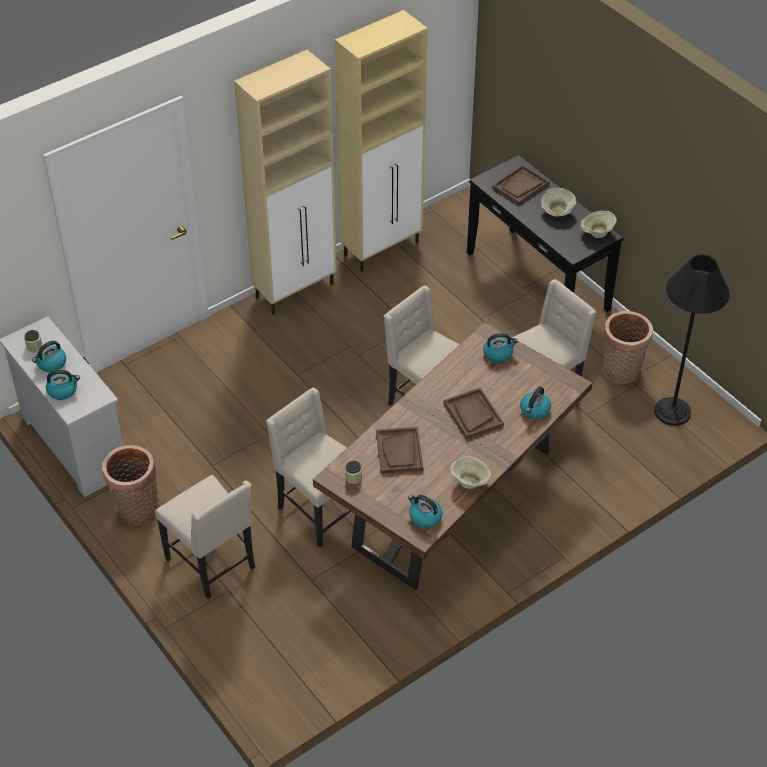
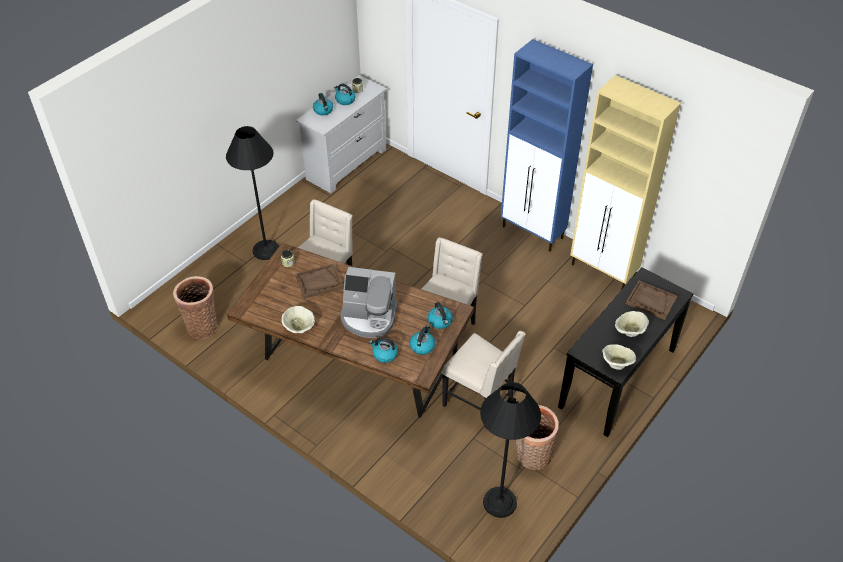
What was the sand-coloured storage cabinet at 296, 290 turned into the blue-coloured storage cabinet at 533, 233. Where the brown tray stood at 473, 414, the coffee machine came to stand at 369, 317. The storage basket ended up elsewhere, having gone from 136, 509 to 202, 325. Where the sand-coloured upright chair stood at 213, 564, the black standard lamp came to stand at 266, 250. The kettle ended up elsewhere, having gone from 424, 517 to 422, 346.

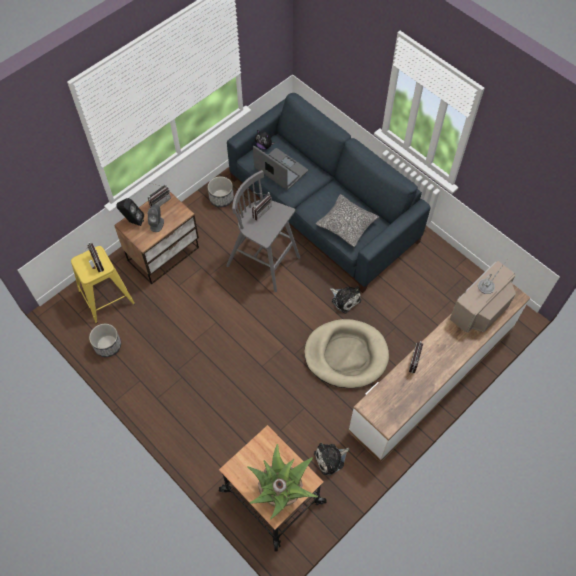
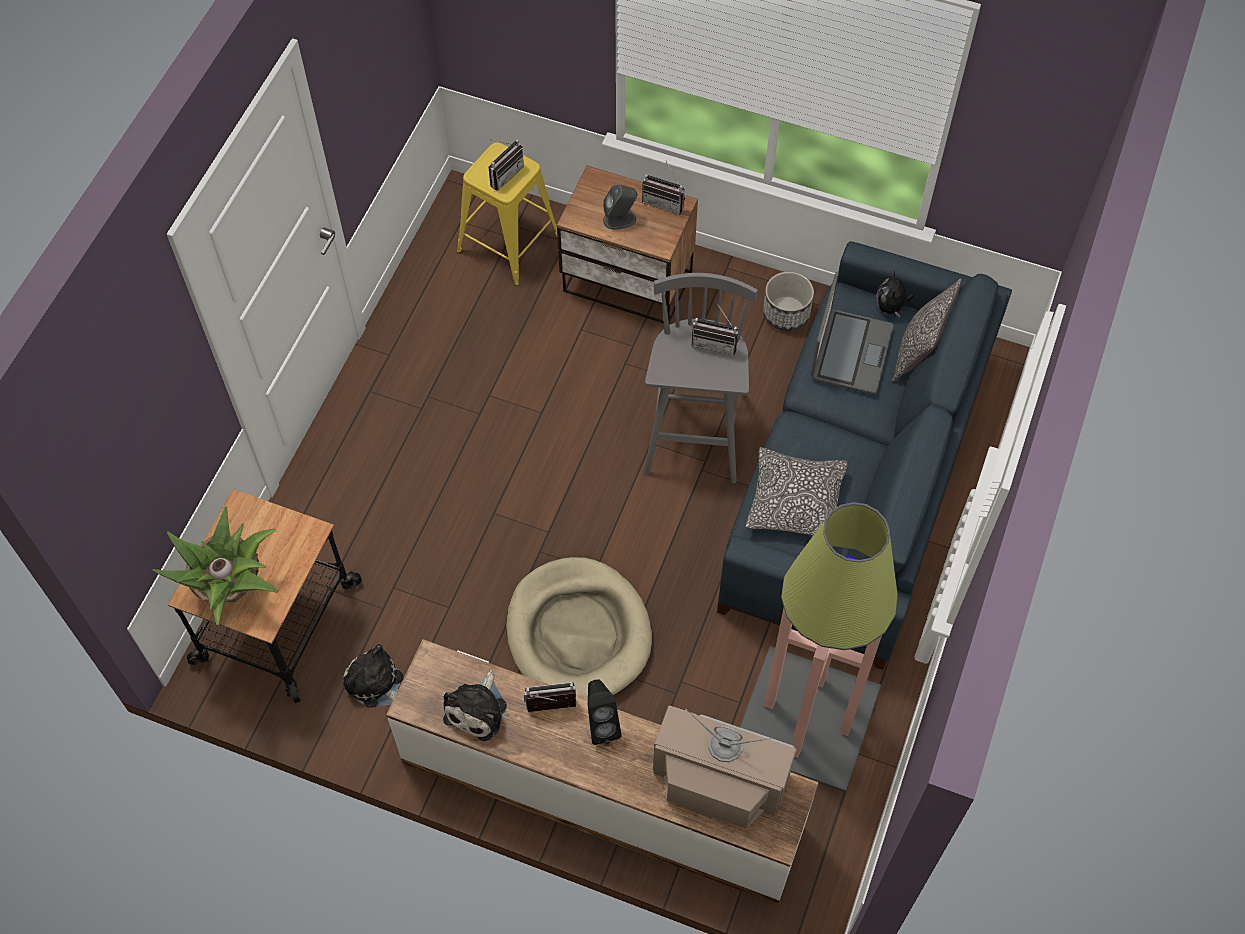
The black audio speaker ended up elsewhere, having gone from 133, 221 to 601, 723. The plush toy ended up elsewhere, having gone from 345, 299 to 478, 709. The second view lost the flower pot at 107, 345. The second view gained the cushion at 919, 353. The second view gained the standard lamp at 807, 721.

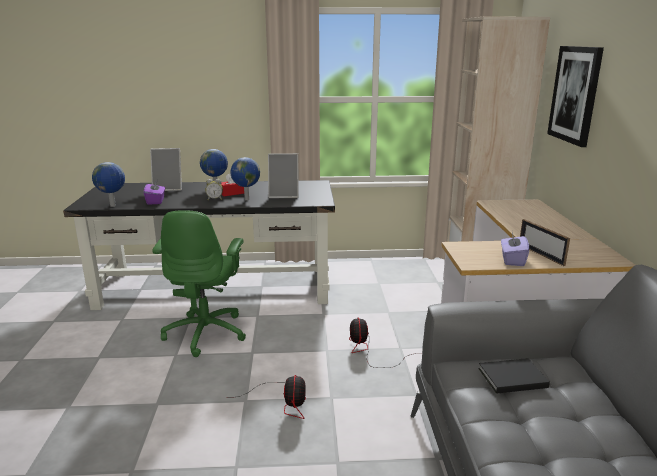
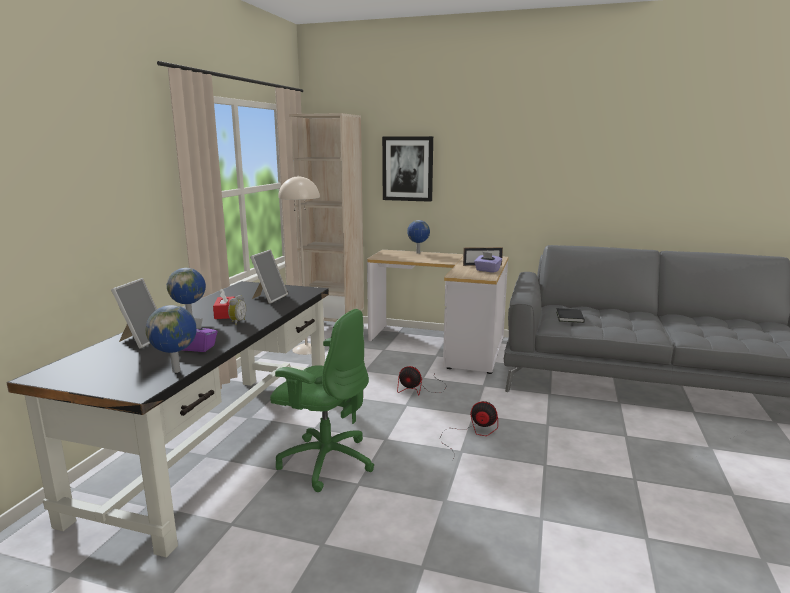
The globe ended up elsewhere, having gone from 246, 199 to 418, 253. The second view gained the sand-coloured standard lamp at 306, 349.

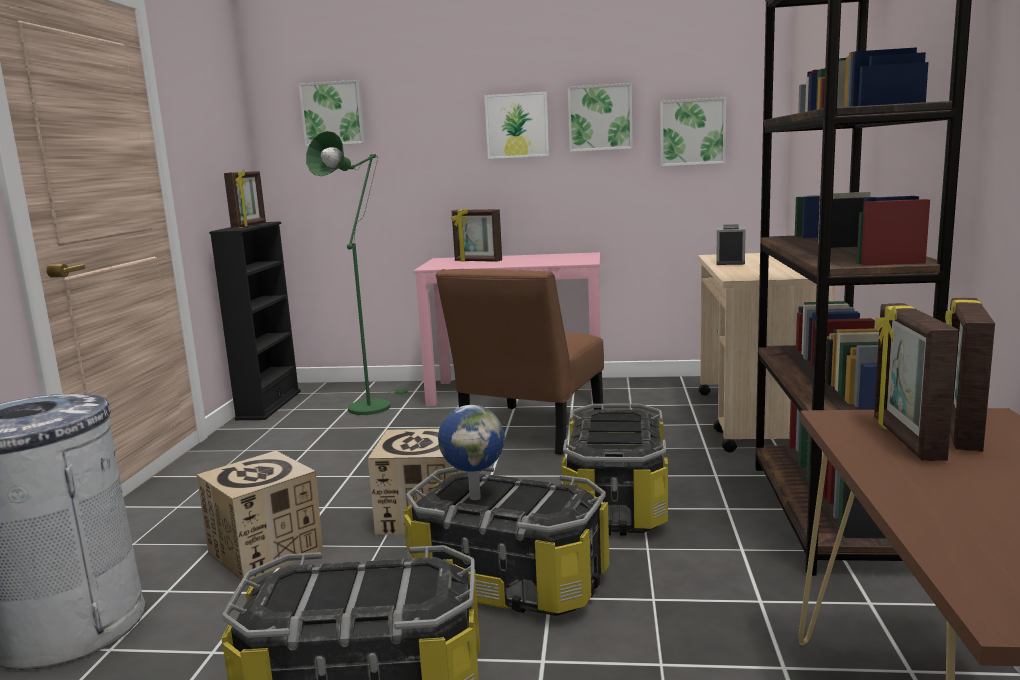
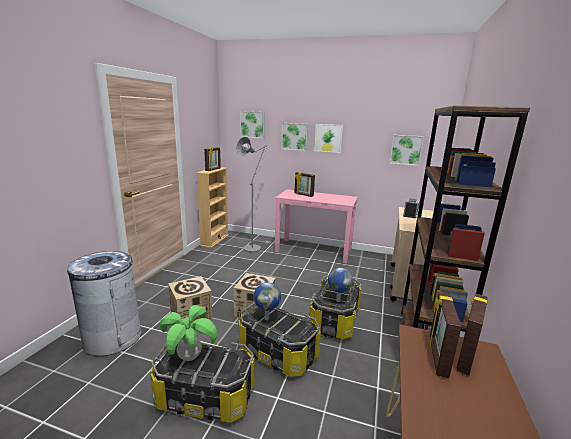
The picture ended up elsewhere, having gone from 600, 118 to 294, 136. What was the green-coloured standard lamp at 373, 405 turned into the greyish standard lamp at 254, 247. What was the black bookcase at 269, 405 turned into the sand-coloured bookcase at 215, 240. The second view lost the brown upright chair at 528, 432. The second view gained the globe at 337, 300. The second view gained the potted plant at 189, 357.

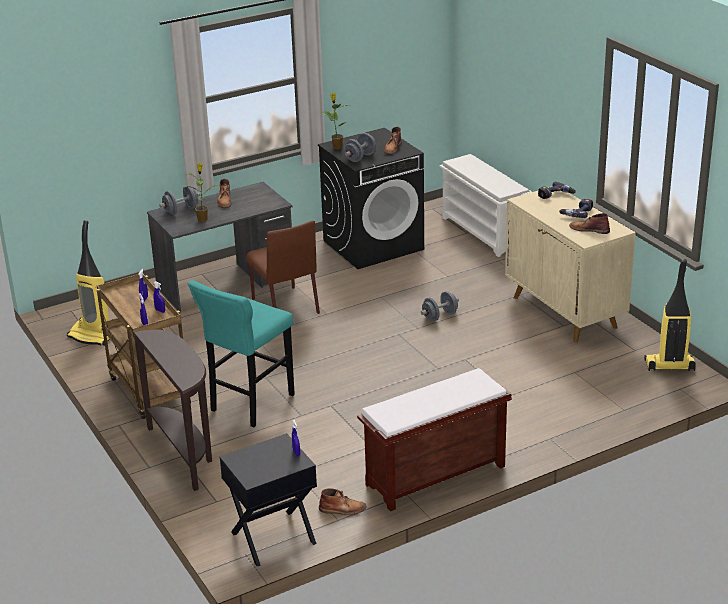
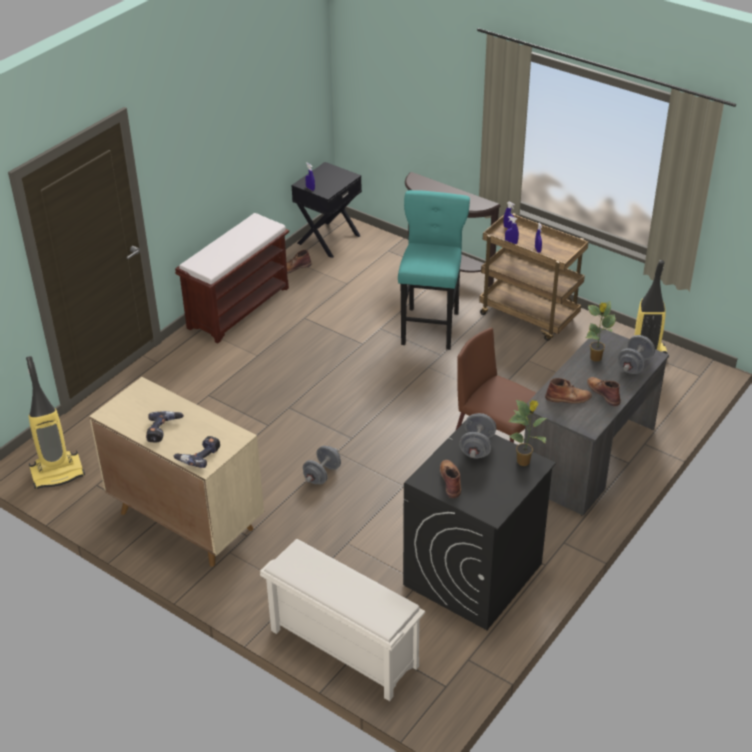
The brown tall boot ended up elsewhere, having gone from 589, 229 to 568, 398.

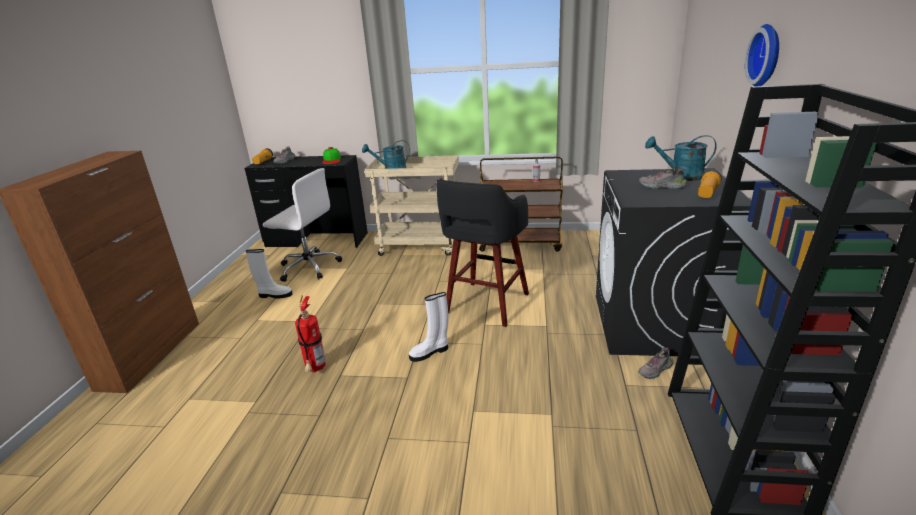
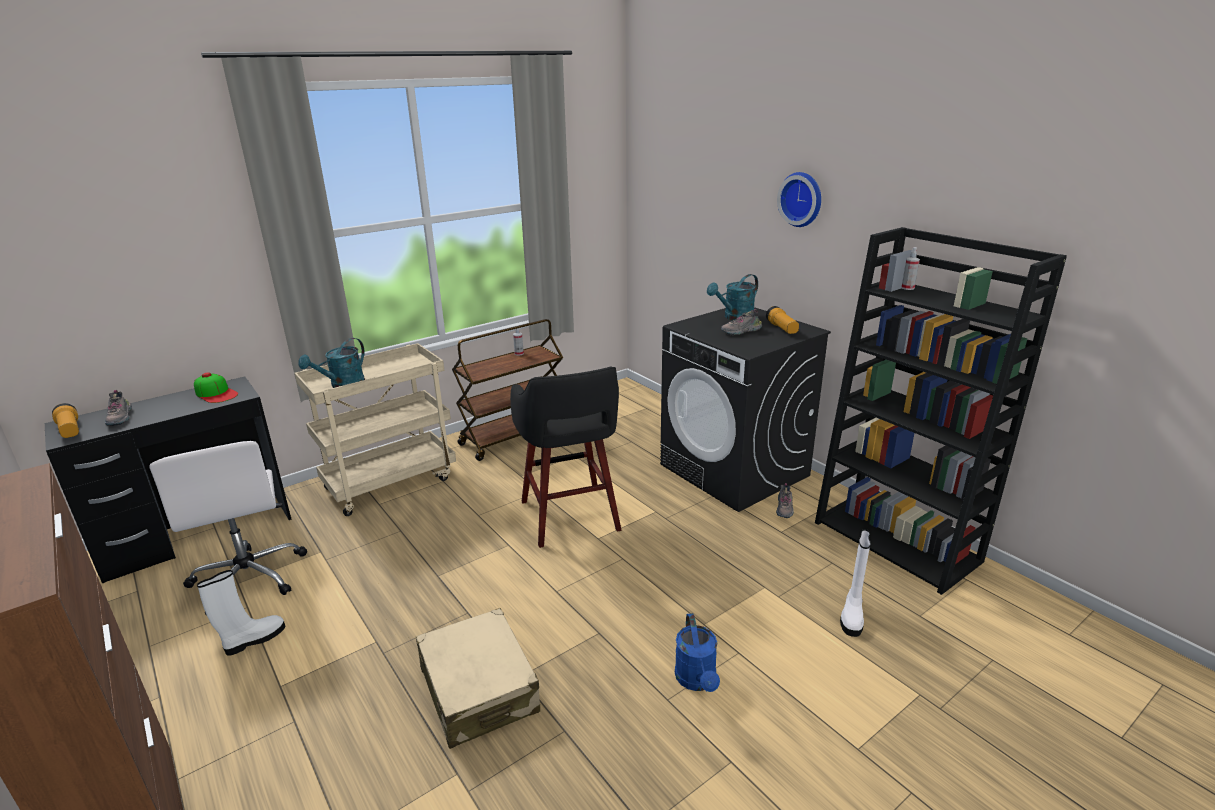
The whitish desk chair at 308, 267 ended up facing another way, 90 degrees clockwise from before. The whitish tall boot ended up elsewhere, having gone from 430, 352 to 852, 615. Where the fire extinguisher stood at 315, 369, the sand-coloured piece of luggage came to stand at 479, 690. The second view gained the spray bottle at 907, 288. The second view gained the blue-coloured watering can at 697, 681.

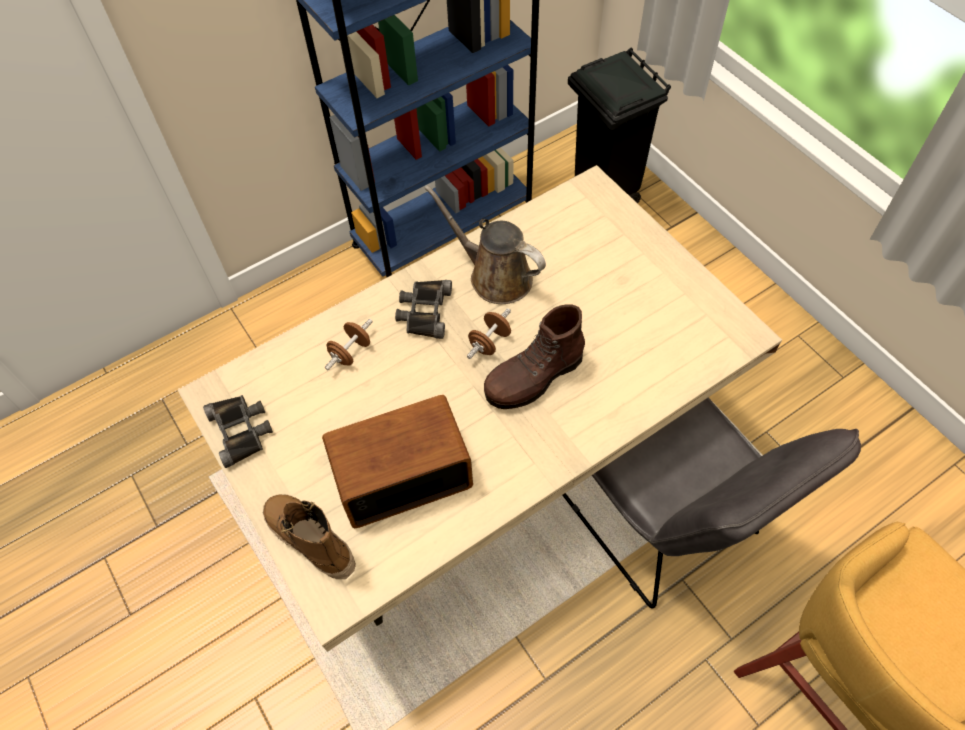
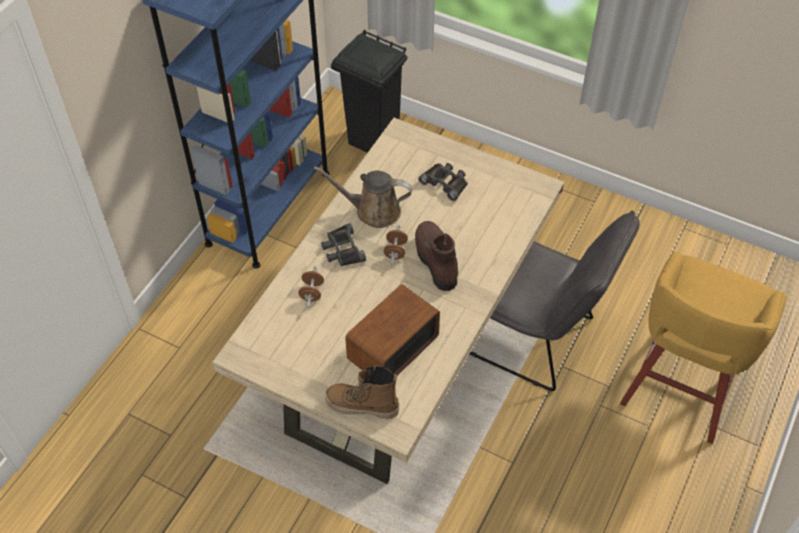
The brown tall boot at 534, 378 ended up facing another way, 135 degrees clockwise from before. The black pair of binoculars ended up elsewhere, having gone from 241, 430 to 445, 183.

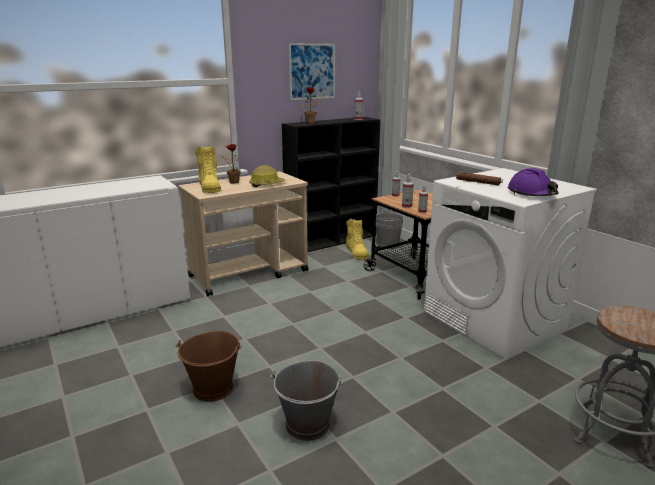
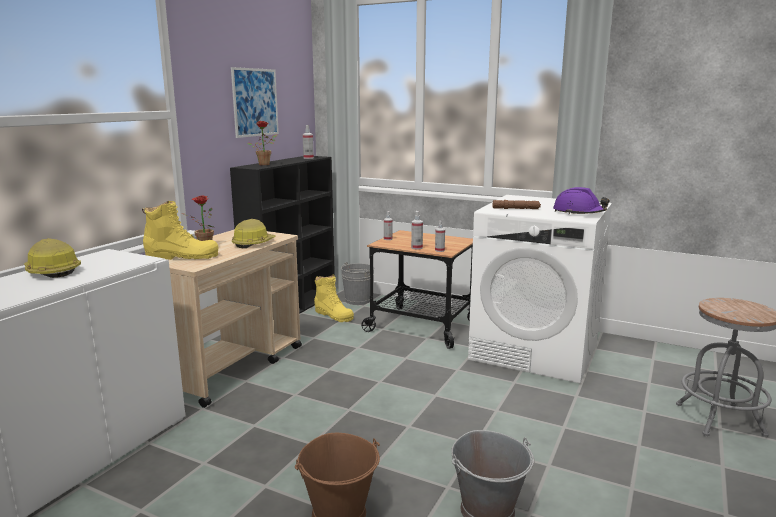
The yellowish tall boot at 209, 187 ended up facing another way, 45 degrees counterclockwise from before. The second view gained the hard hat at 51, 271.

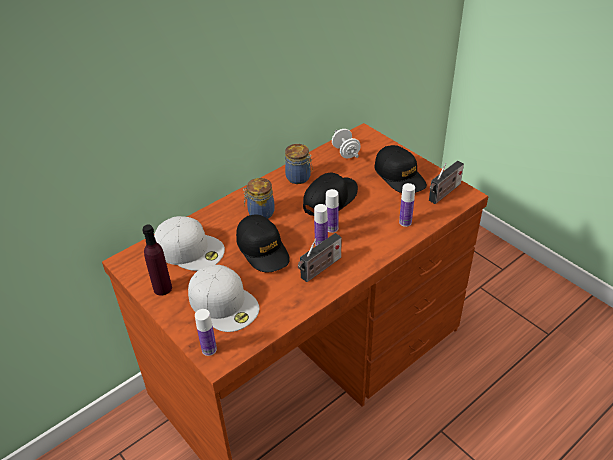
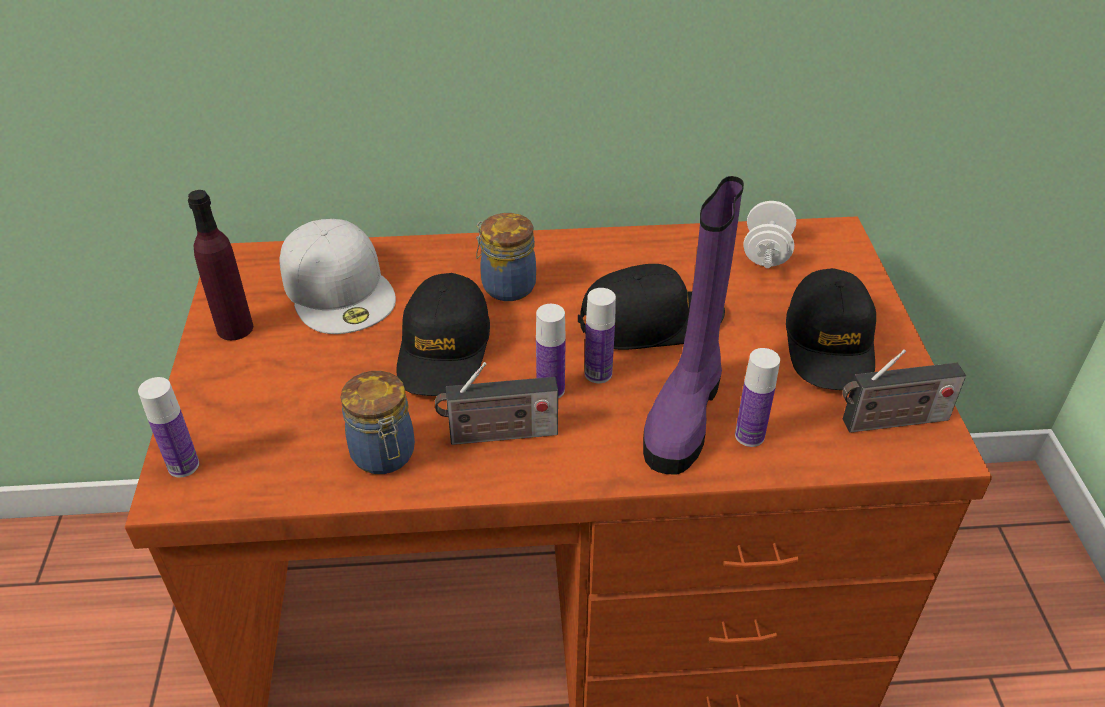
The storage jar ended up elsewhere, having gone from 299, 178 to 384, 456. The second view lost the whitish peaked cap at 224, 303. The second view gained the purple-coloured tall boot at 685, 414.

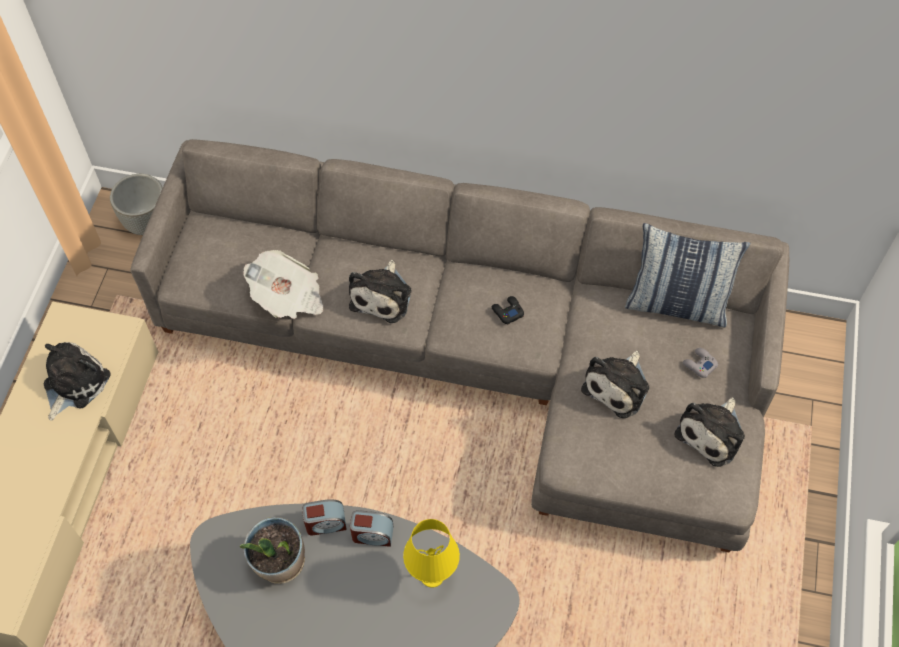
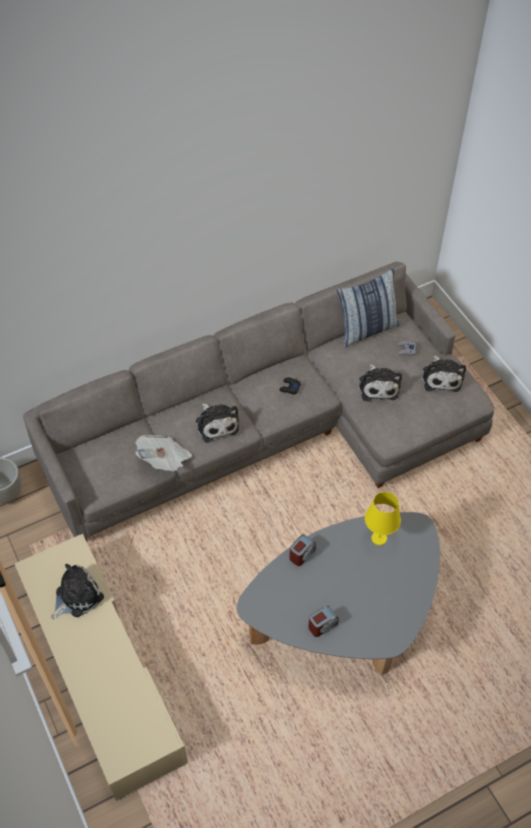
The plush toy at 73, 383 ended up facing another way, 60 degrees clockwise from before. The table clock ended up elsewhere, having gone from 372, 534 to 322, 625. The second view lost the potted plant at 280, 563.

